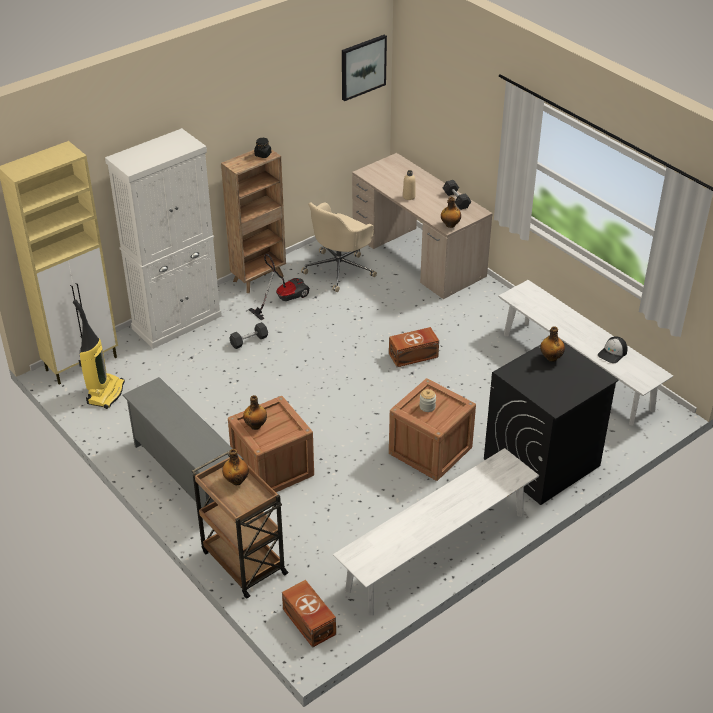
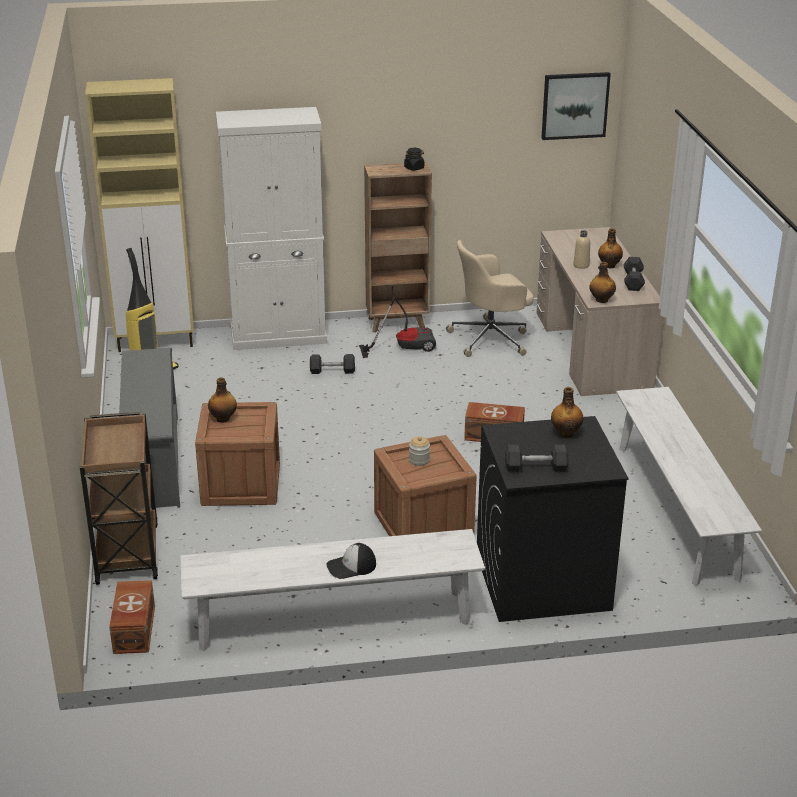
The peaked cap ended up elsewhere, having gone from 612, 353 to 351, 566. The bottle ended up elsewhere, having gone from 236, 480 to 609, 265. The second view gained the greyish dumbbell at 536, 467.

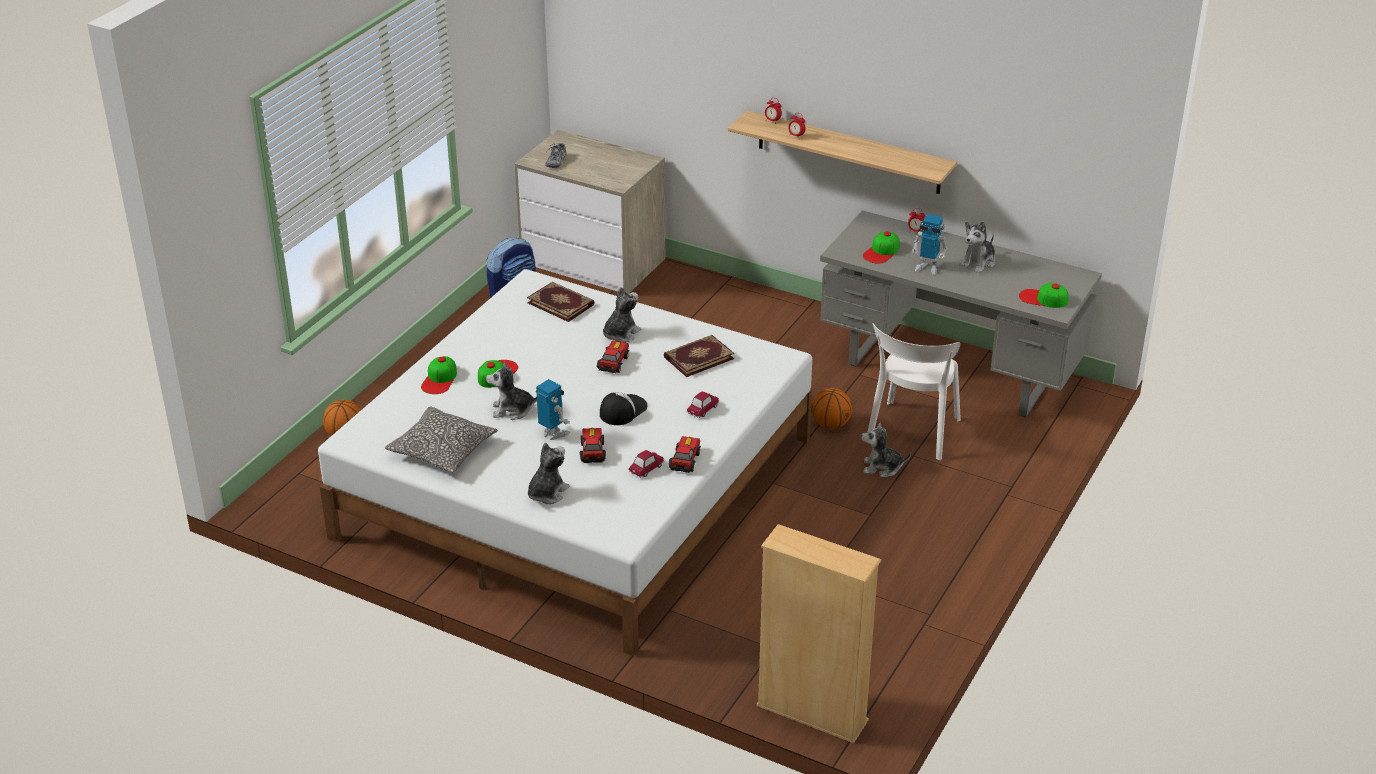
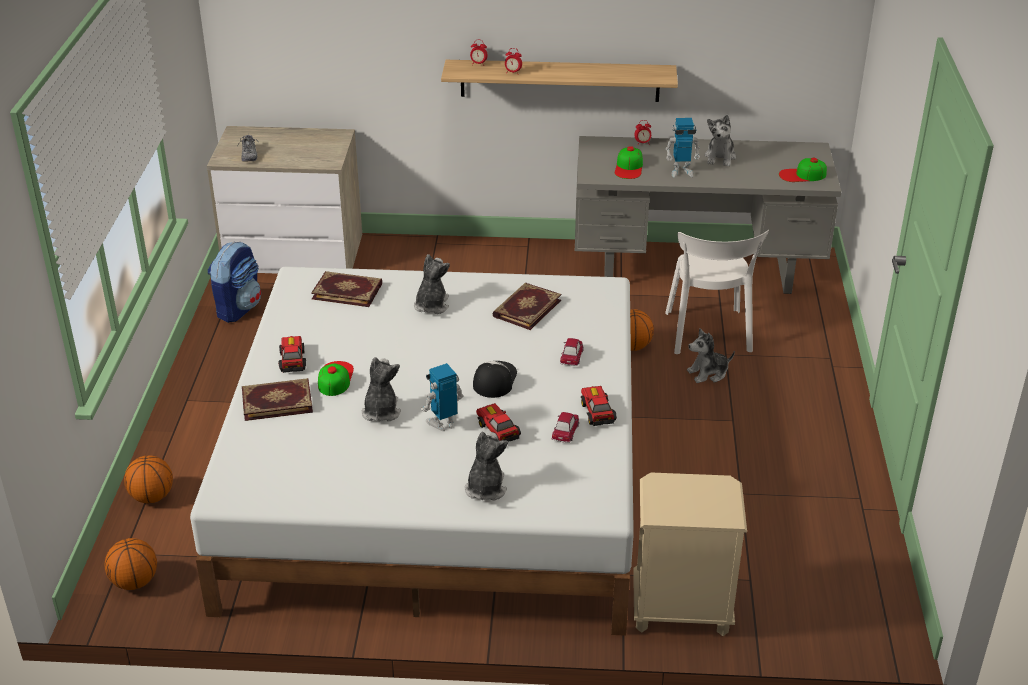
The model car ended up elsewhere, having gone from 614, 362 to 292, 360. Where the peaked cap stood at 439, 379, the volume came to stand at 277, 401. The plush toy at 512, 410 ended up facing another way, 120 degrees clockwise from before. The robot figure at 553, 434 ended up facing another way, 45 degrees counterclockwise from before. The second view lost the cushion at 442, 450. The second view lost the sand-coloured bookcase at 812, 713. The second view gained the sand-coloured bedside table at 680, 610. The second view gained the basketball at 134, 582.

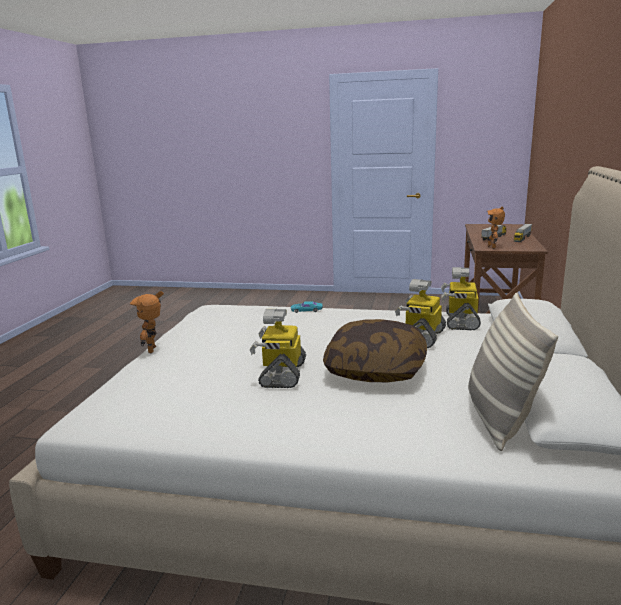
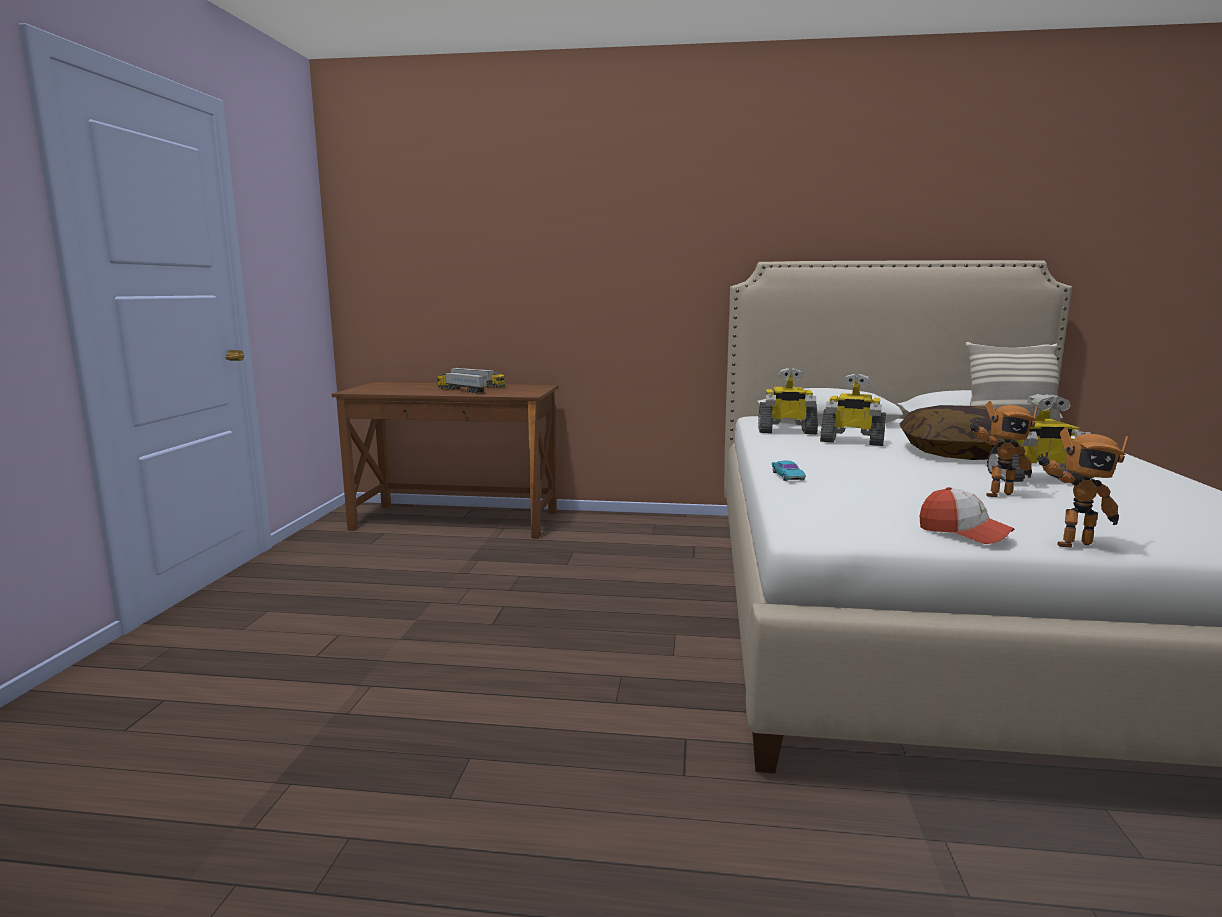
The robot figure ended up elsewhere, having gone from 493, 247 to 995, 494. The second view gained the peaked cap at 963, 532.

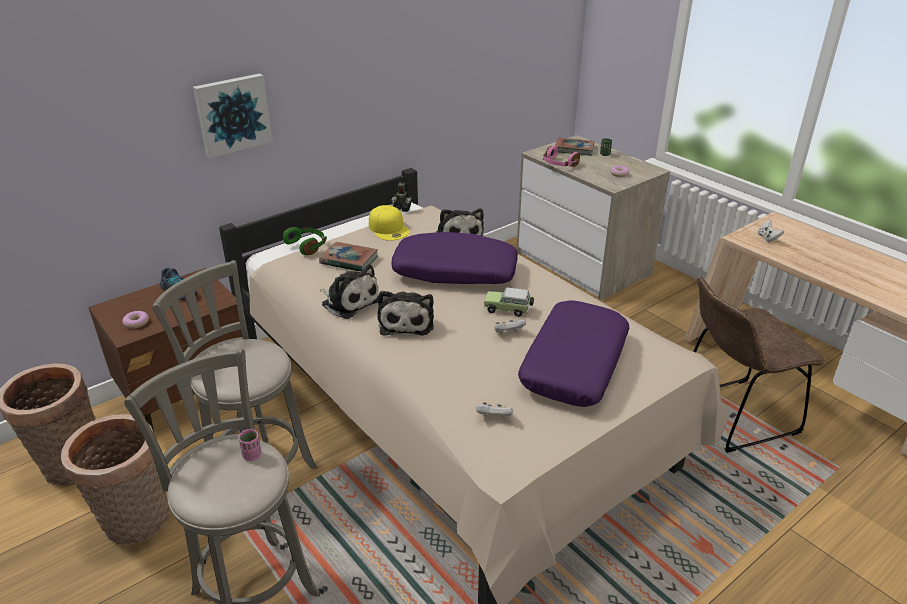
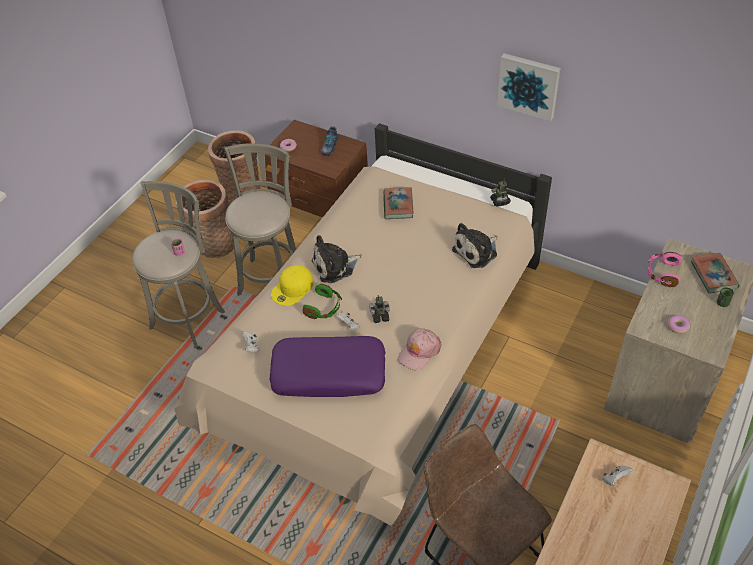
The picture ended up elsewhere, having gone from 232, 114 to 529, 85. The yellowish peaked cap ended up elsewhere, having gone from 389, 229 to 292, 289. The green-coloured headphones ended up elsewhere, having gone from 307, 246 to 324, 308. The second view lost the purple-coloured cushion at 454, 272. The second view lost the plush toy at 349, 301. Where the model car stood at 508, 309, the robot figure came to stand at 380, 316. The second view gained the pink-coloured peaked cap at 419, 352.

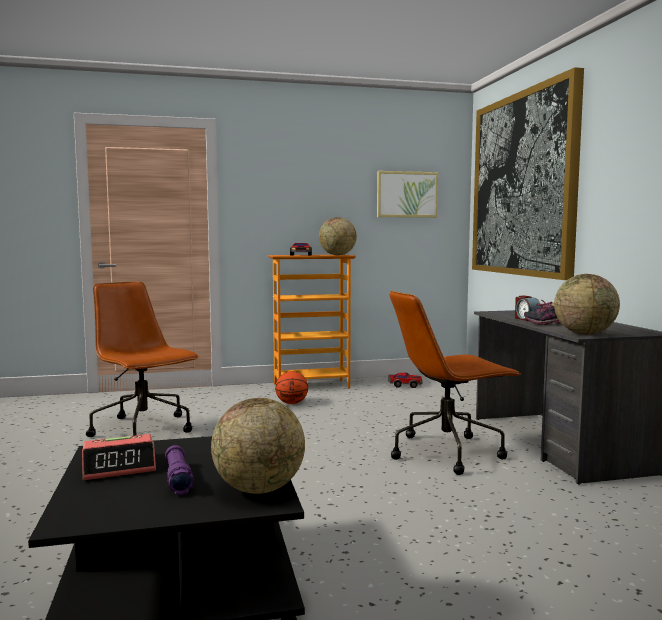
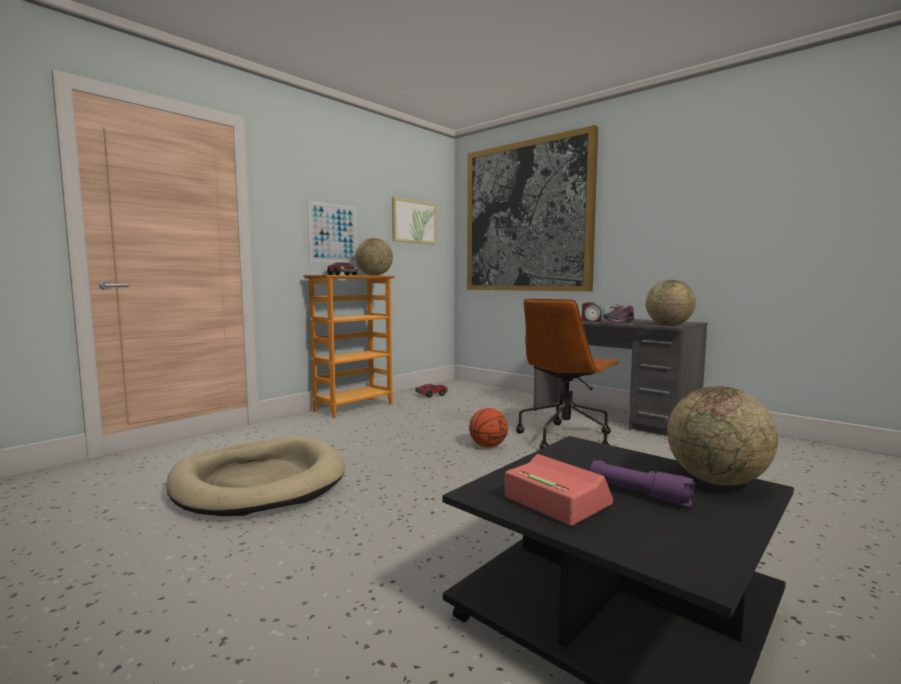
Where the brown desk chair stood at 144, 429, the sand-coloured pet bed came to stand at 259, 482. The basketball ended up elsewhere, having gone from 291, 403 to 488, 446. The table clock at 119, 467 ended up facing another way, 75 degrees counterclockwise from before. The second view gained the picture at 333, 233.

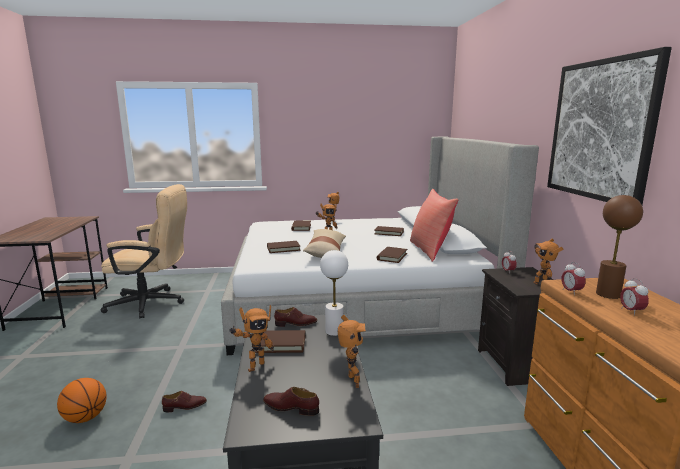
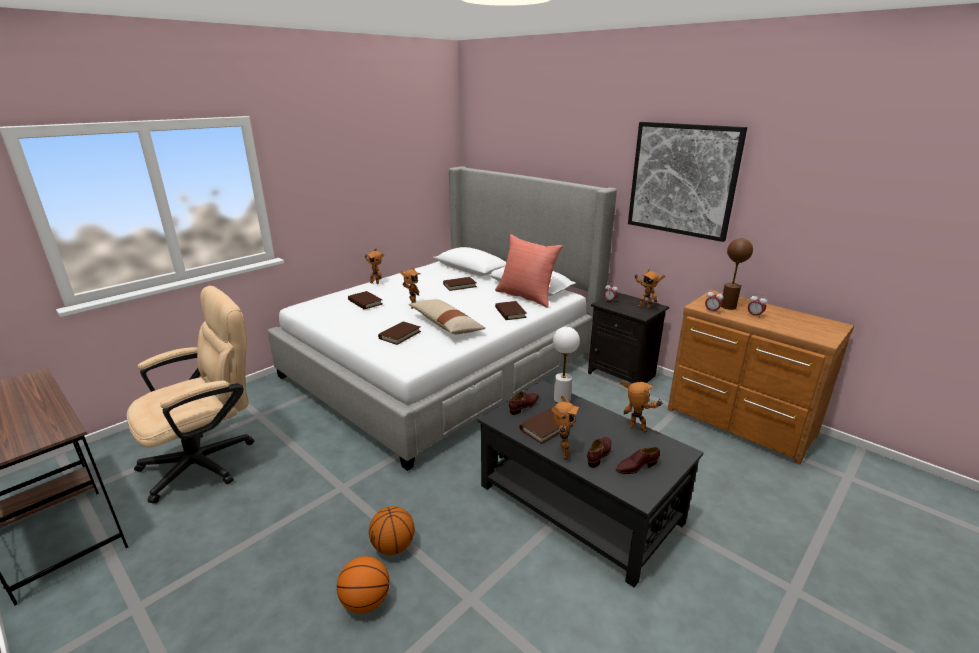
The brown low shoe ended up elsewhere, having gone from 185, 407 to 599, 454. The second view gained the basketball at 393, 546.

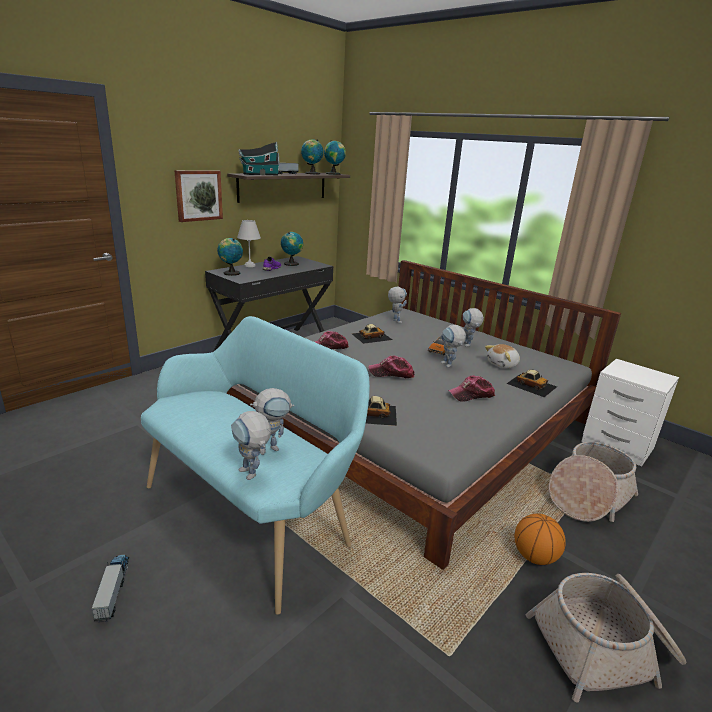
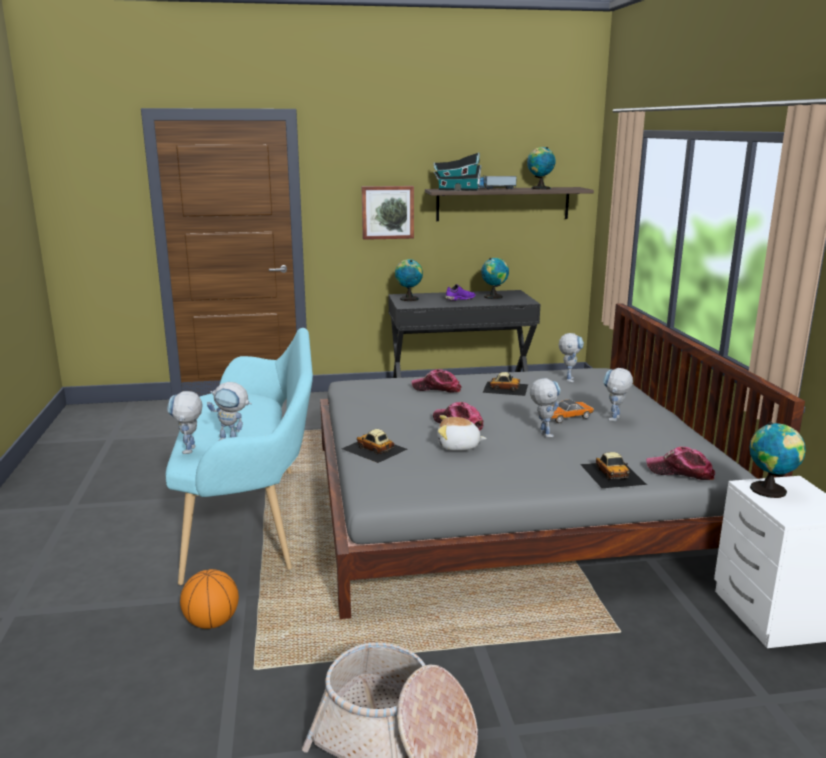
The globe ended up elsewhere, having gone from 334, 174 to 771, 491. The second view lost the whitish lamp for a table at 250, 265. The robot figure at 449, 366 ended up facing another way, 150 degrees clockwise from before. The plush toy ended up elsewhere, having gone from 503, 364 to 458, 446. The peaked cap ended up elsewhere, having gone from 471, 395 to 680, 472. The second view lost the storage basket at 588, 496. The basketball ended up elsewhere, having gone from 534, 557 to 211, 622. The second view lost the model truck at 113, 589.

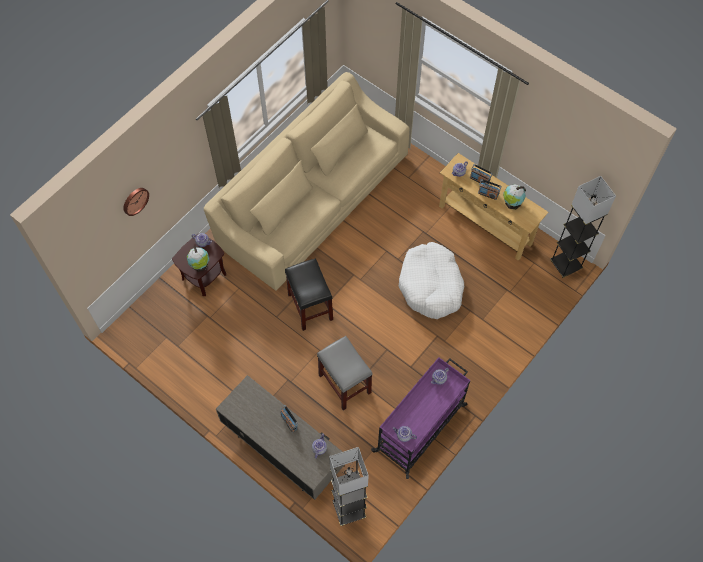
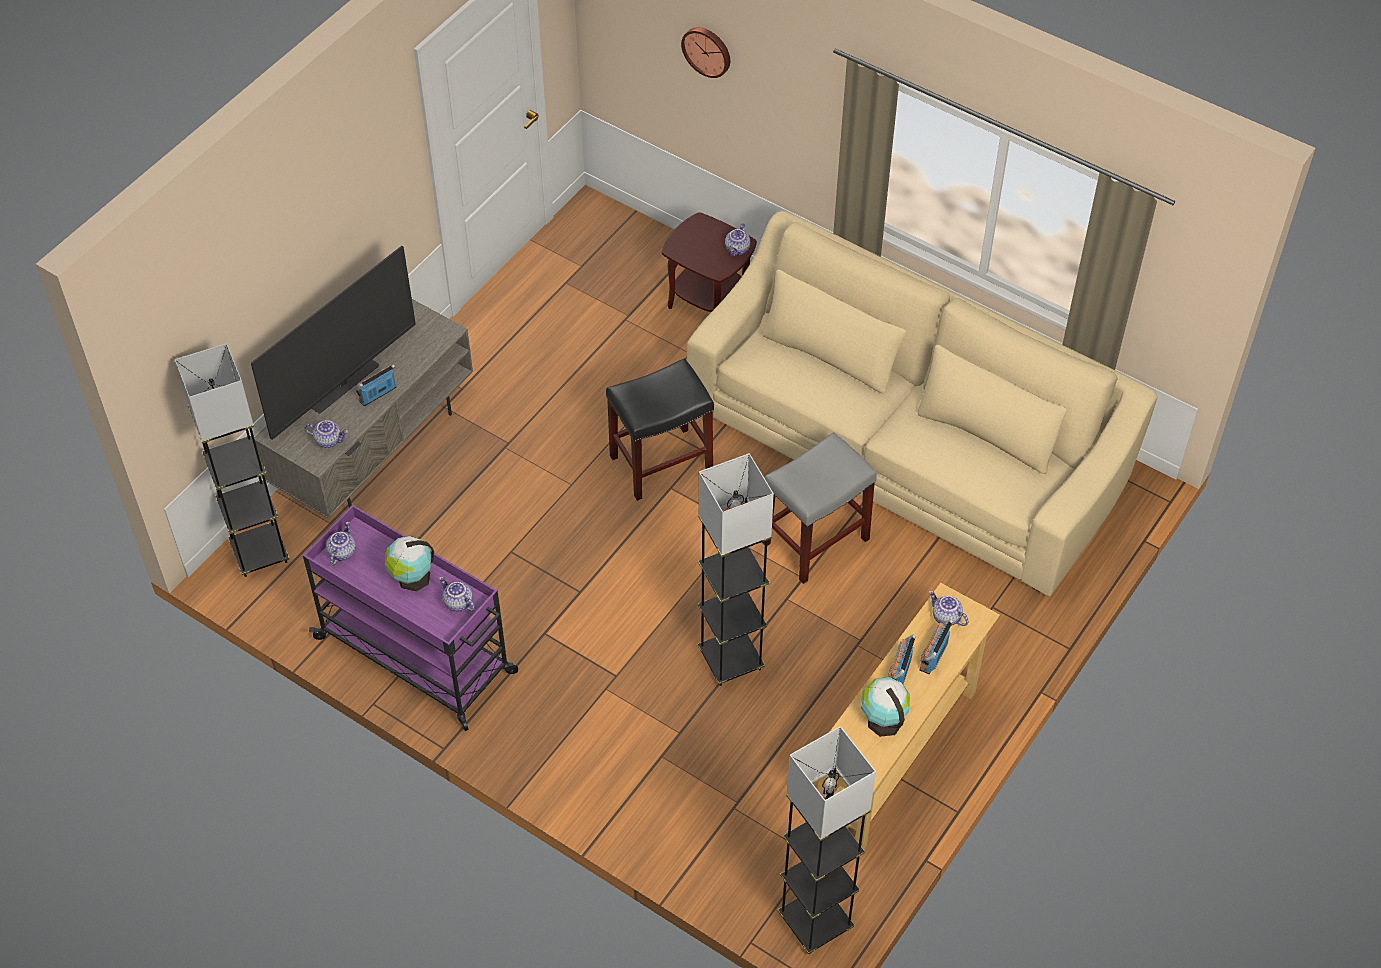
Where the whitish pet bed stood at 431, 285, the greyish standard lamp came to stand at 731, 660. The globe ended up elsewhere, having gone from 200, 265 to 412, 578. The greyish stool ended up elsewhere, having gone from 344, 383 to 815, 540. The second view gained the television at 344, 385.

